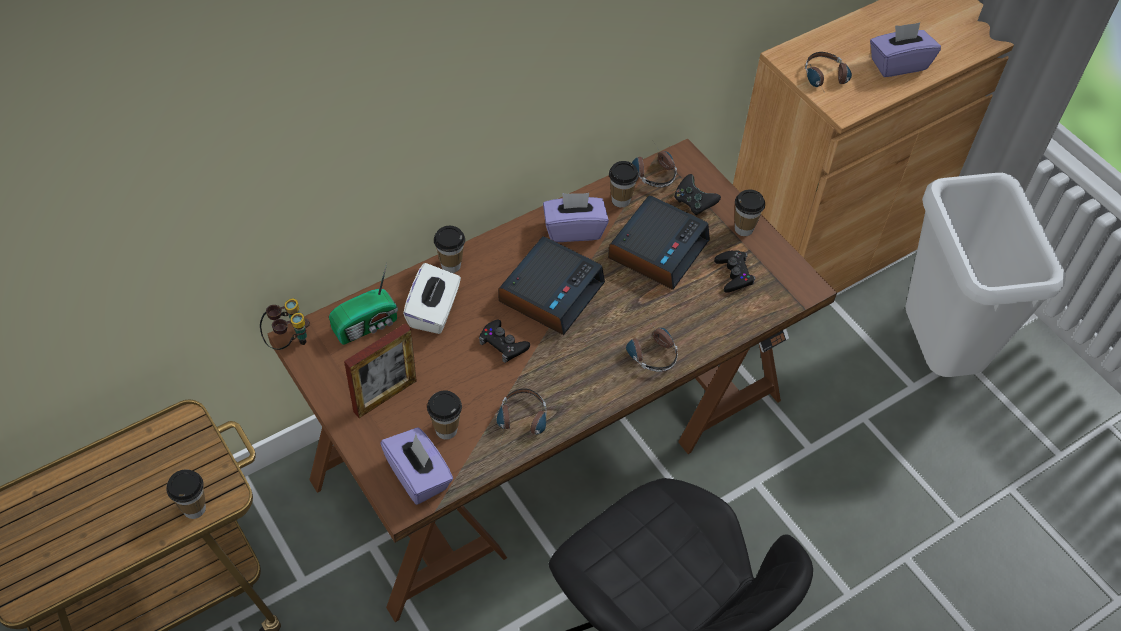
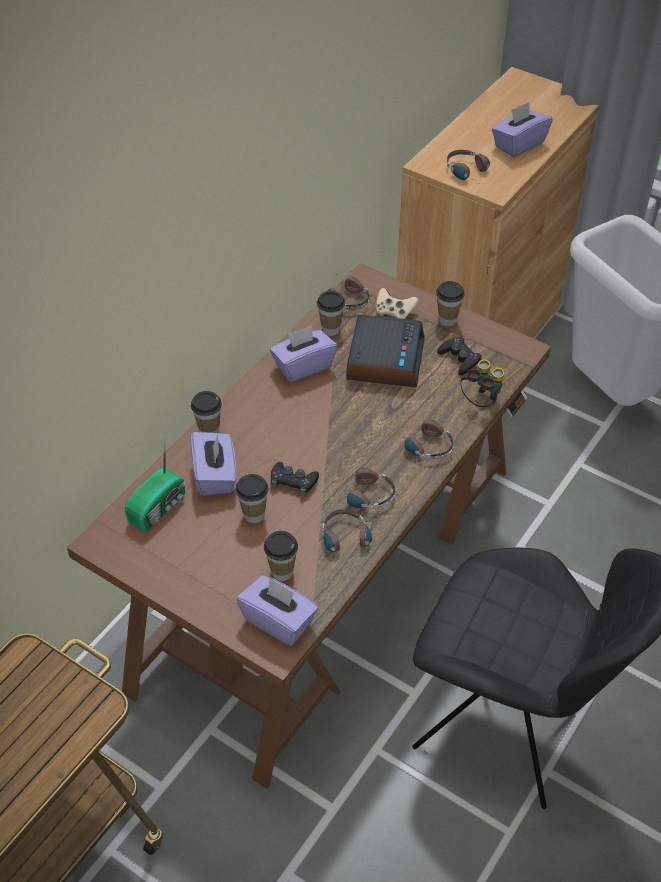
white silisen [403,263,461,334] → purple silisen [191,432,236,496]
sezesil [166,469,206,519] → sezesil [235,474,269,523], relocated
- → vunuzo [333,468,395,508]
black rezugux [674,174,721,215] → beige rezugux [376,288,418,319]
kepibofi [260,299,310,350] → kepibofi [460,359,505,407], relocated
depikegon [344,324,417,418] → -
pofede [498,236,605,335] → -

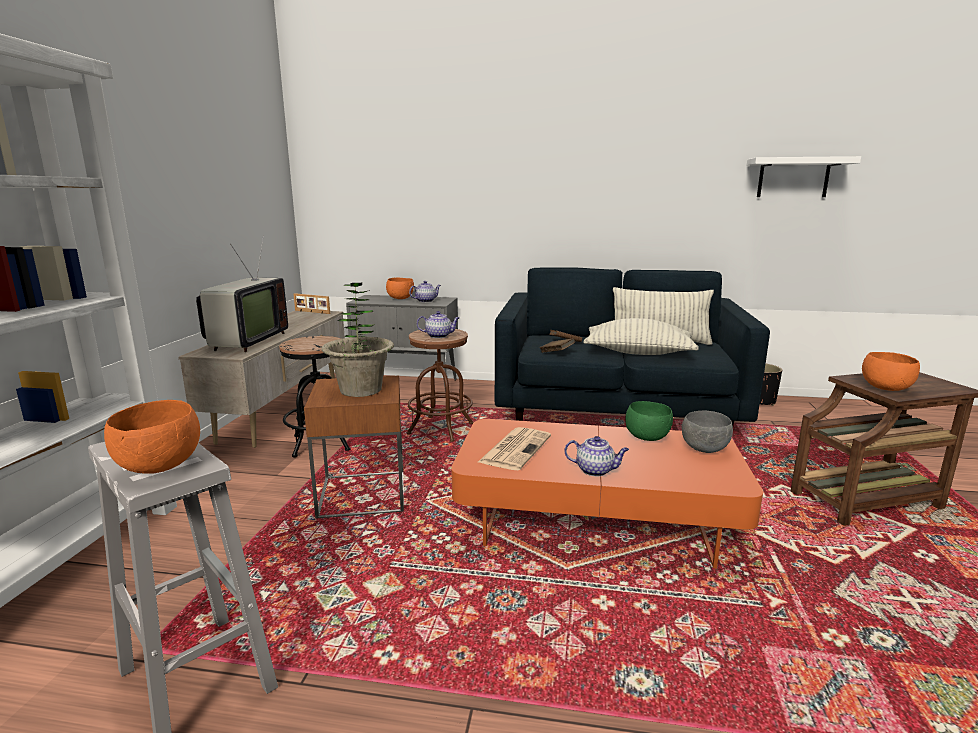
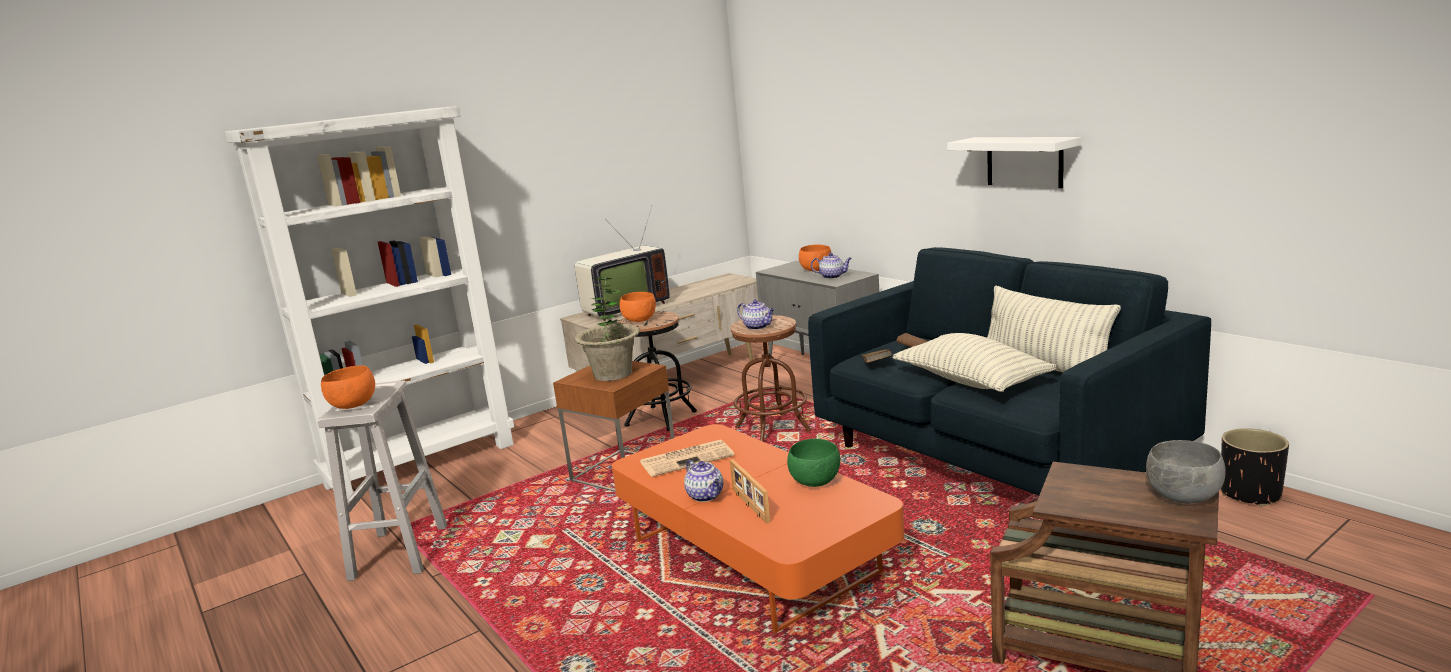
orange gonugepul [862,352,920,391] → orange gonugepul [620,292,656,322], relocated
depikegon [294,293,330,314] → depikegon [730,459,770,524], relocated
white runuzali [747,156,861,197] → white runuzali [947,137,1081,188], relocated
grey gonugepul [682,411,733,453] → grey gonugepul [1146,440,1226,503], relocated

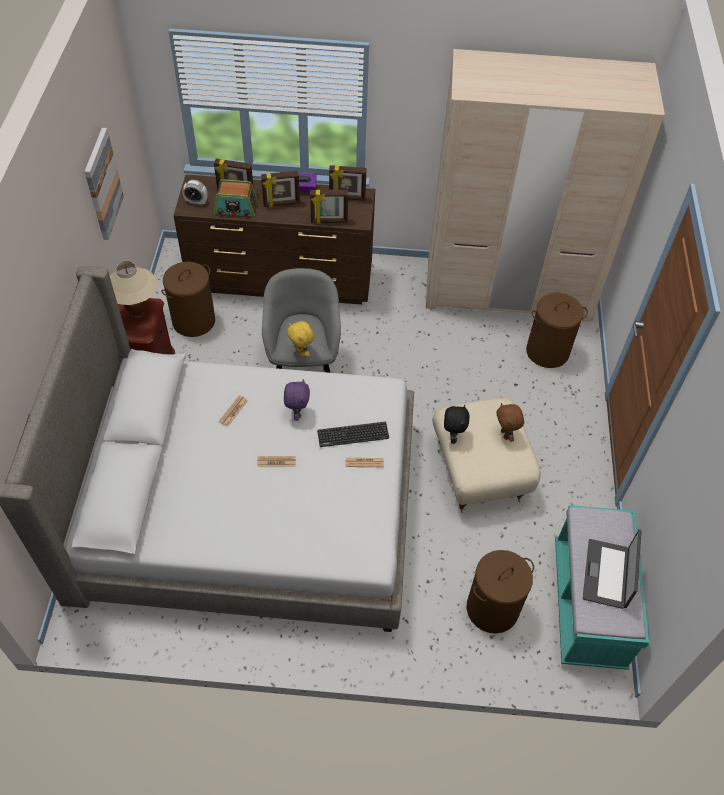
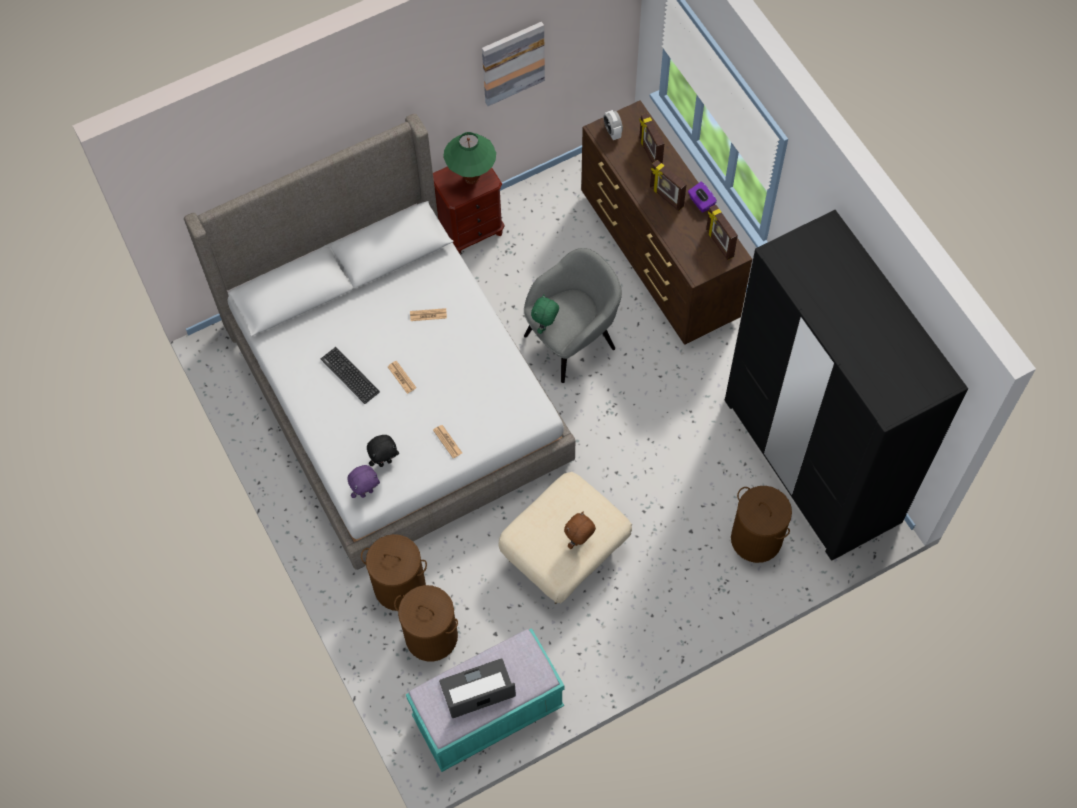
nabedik [317,422,389,447] → nabedik [321,347,380,404], relocated
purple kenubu [284,379,310,421] → purple kenubu [347,465,380,498], relocated
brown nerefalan [161,262,215,337] → brown nerefalan [361,534,427,611], relocated
black kenubu [444,404,470,444] → black kenubu [367,435,399,467], relocated
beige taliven [110,261,157,319] → green taliven [443,132,496,184]
yellow kenubu [287,321,314,357] → green kenubu [531,295,559,334]
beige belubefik [426,49,665,322] → black belubefik [725,210,968,560]
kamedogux [214,179,258,217] → -
depikegon [310,190,348,223] → -

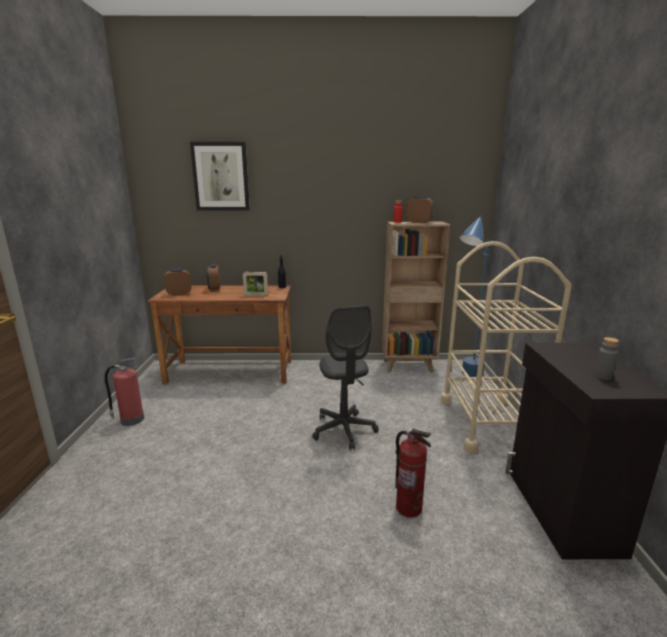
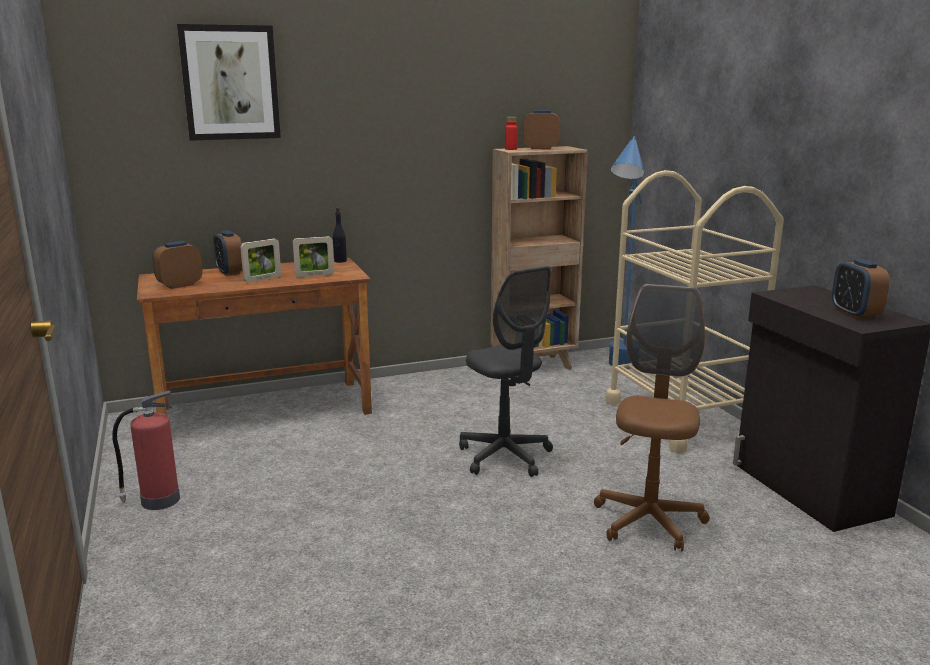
- → depikegon [240,238,281,283]
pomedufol [395,429,431,518] → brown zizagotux [594,284,709,552]
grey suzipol [594,337,619,380] → pofede [832,259,890,319]

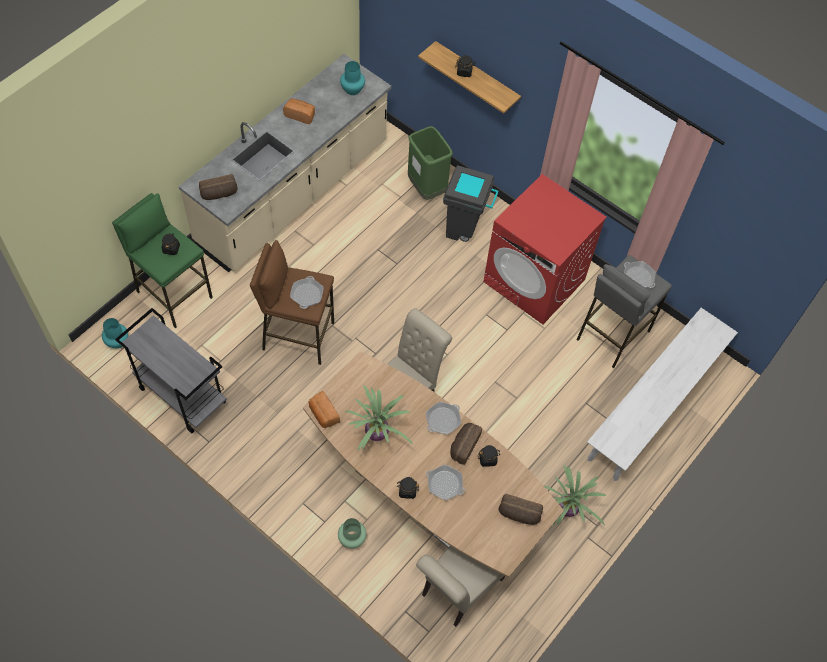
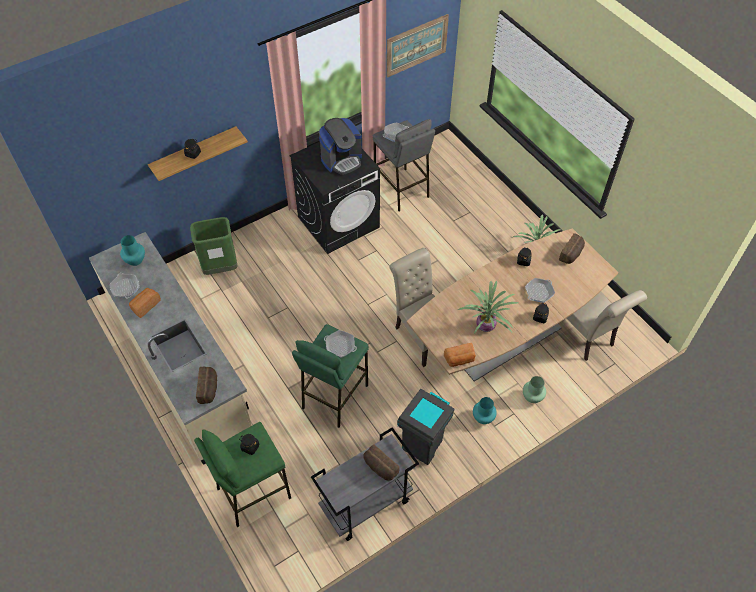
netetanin [426,402,461,435] → netetanin [109,273,140,298], relocated
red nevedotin [483,174,607,324] → black nevedotin [290,142,380,254]
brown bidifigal [250,240,334,365] → green bidifigal [292,324,369,428]
- → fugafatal [319,118,362,175]
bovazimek [450,423,482,465] → bovazimek [363,445,399,481], relocated
- → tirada [386,14,449,78]
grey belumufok [443,165,499,242] → grey belumufok [397,389,454,465], relocated
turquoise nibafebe [102,318,128,348] → turquoise nibafebe [473,397,497,424], relocated
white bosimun [587,308,738,481] → -

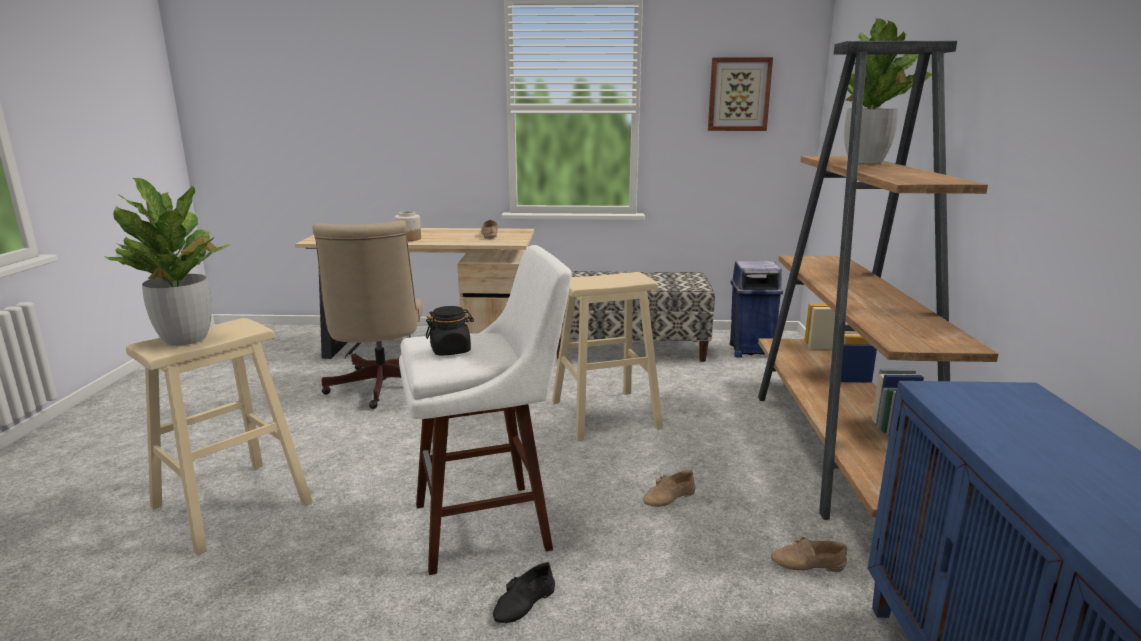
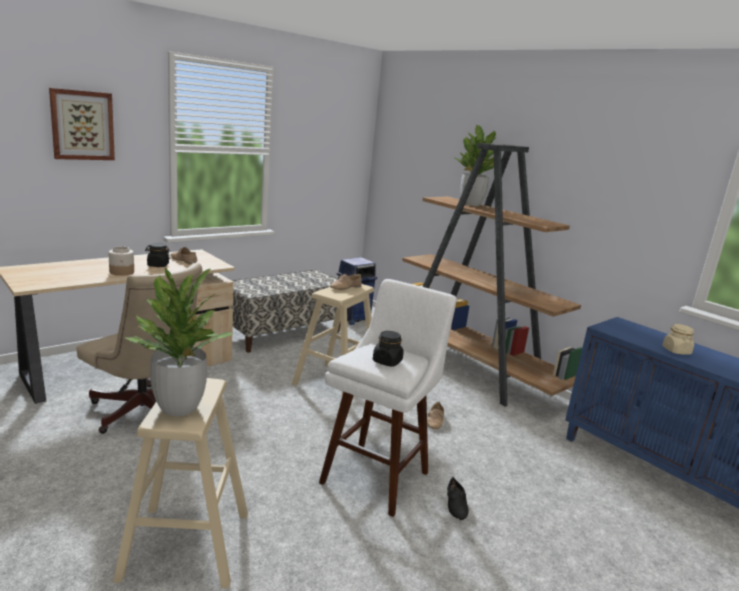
tirada [708,57,773,131] → tirada [49,88,115,160], relocated
- → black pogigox [145,243,171,267]
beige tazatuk [771,537,847,572] → beige tazatuk [330,274,362,290], relocated
- → beige pogigox [662,324,694,355]

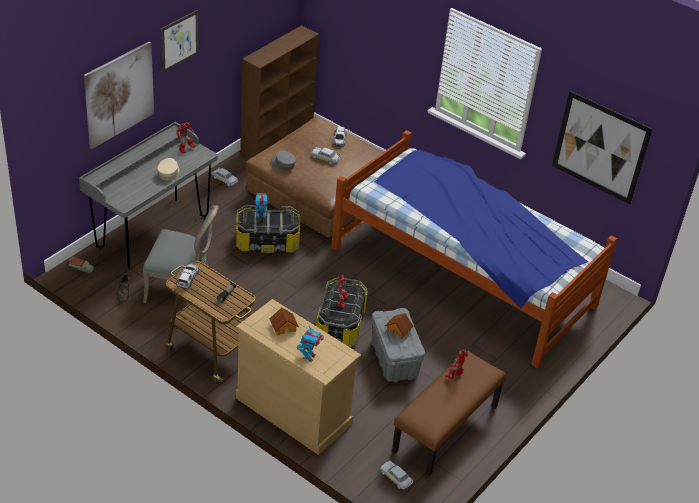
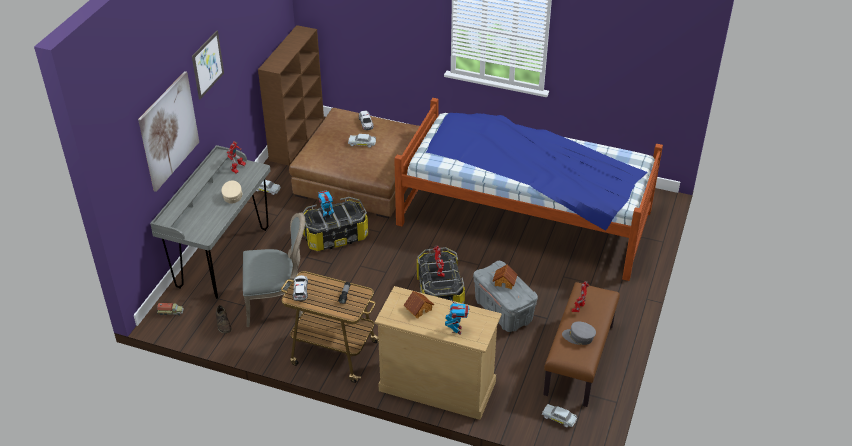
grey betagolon [271,150,296,170] → grey betagolon [562,321,596,345], relocated
tirada [552,91,653,204] → -

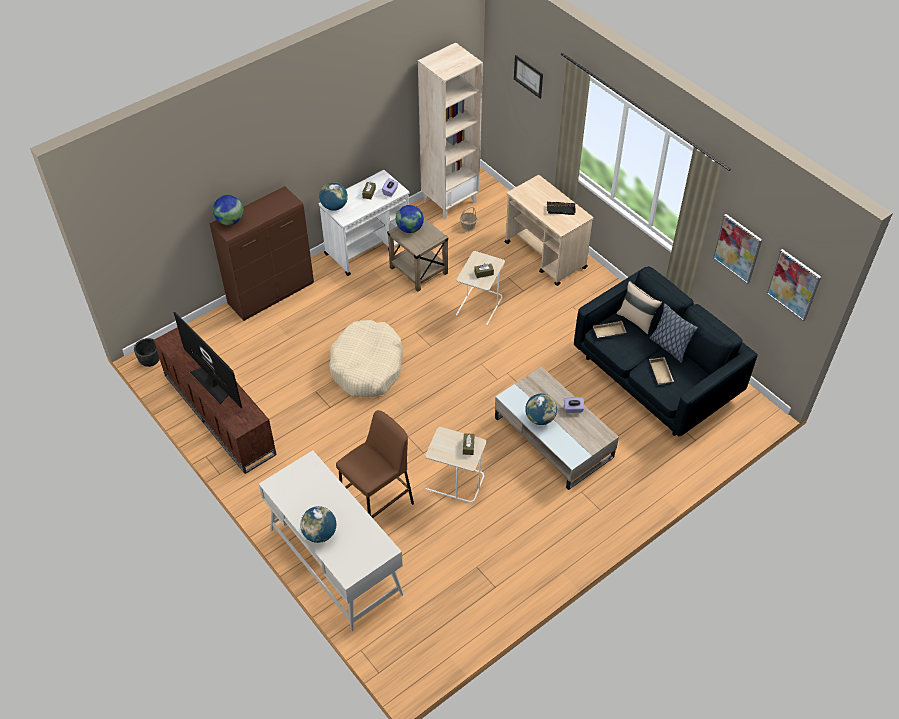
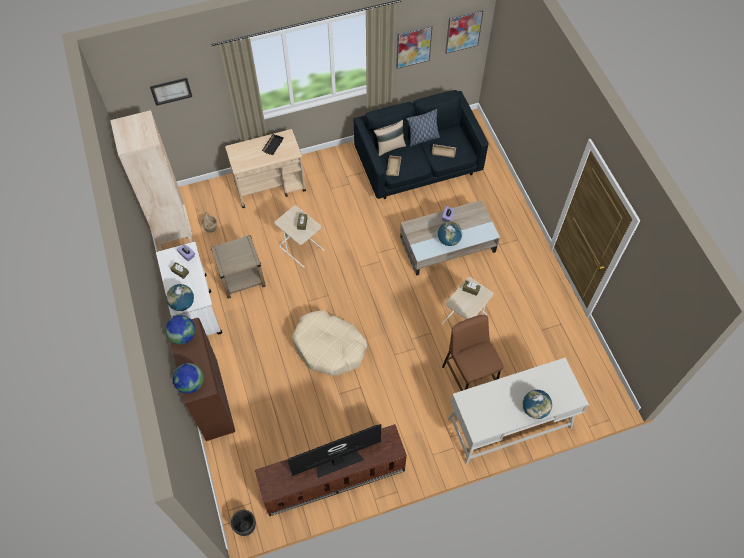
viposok [396,205,424,233] → viposok [165,315,195,345], relocated

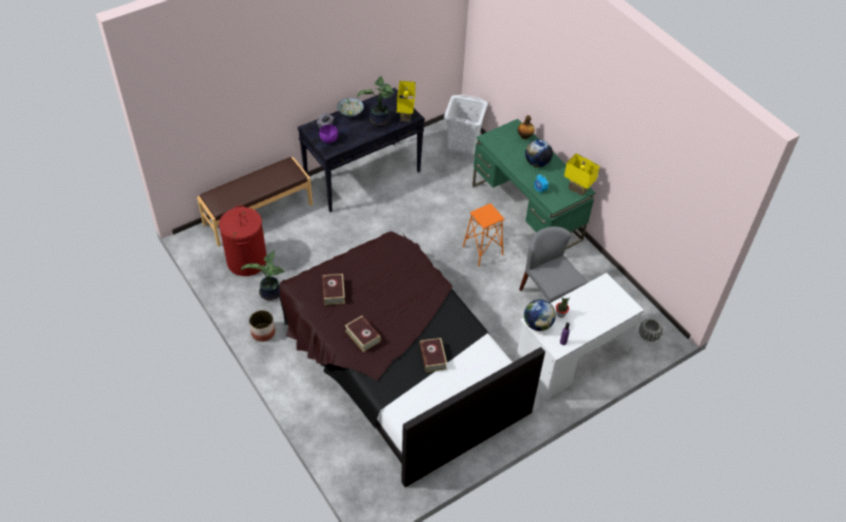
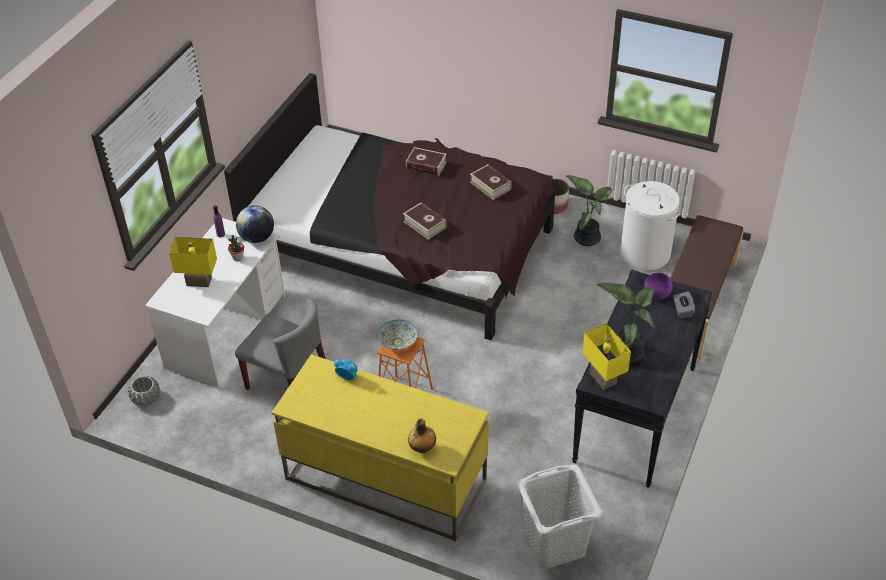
yellow taliven [564,153,600,196] → yellow taliven [169,237,217,287], relocated
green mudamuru [472,119,596,249] → yellow mudamuru [271,354,489,541]
gonugepul [337,98,364,117] → gonugepul [377,320,418,350], relocated
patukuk [420,338,447,372] → patukuk [403,203,447,240], relocated
red nerefalan [219,205,267,276] → white nerefalan [620,181,681,270]
viposok [525,139,553,167] → -

